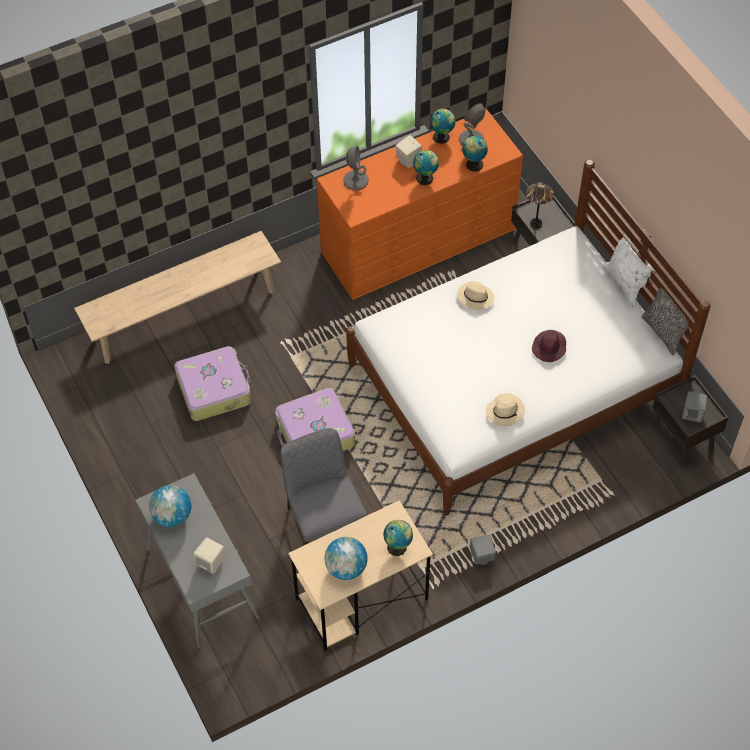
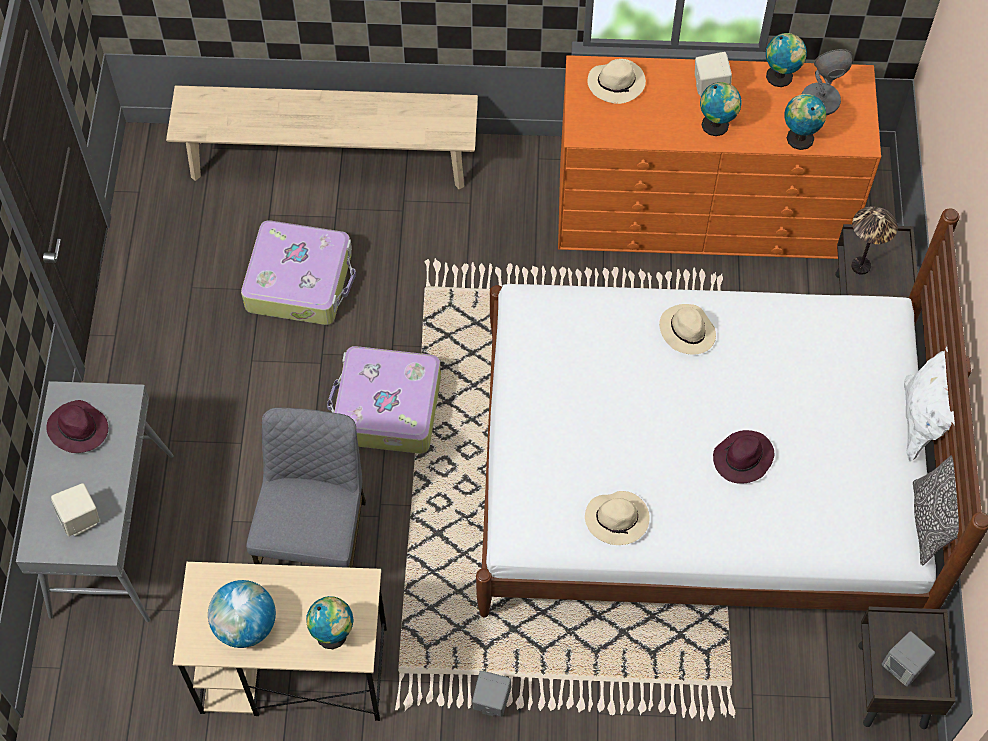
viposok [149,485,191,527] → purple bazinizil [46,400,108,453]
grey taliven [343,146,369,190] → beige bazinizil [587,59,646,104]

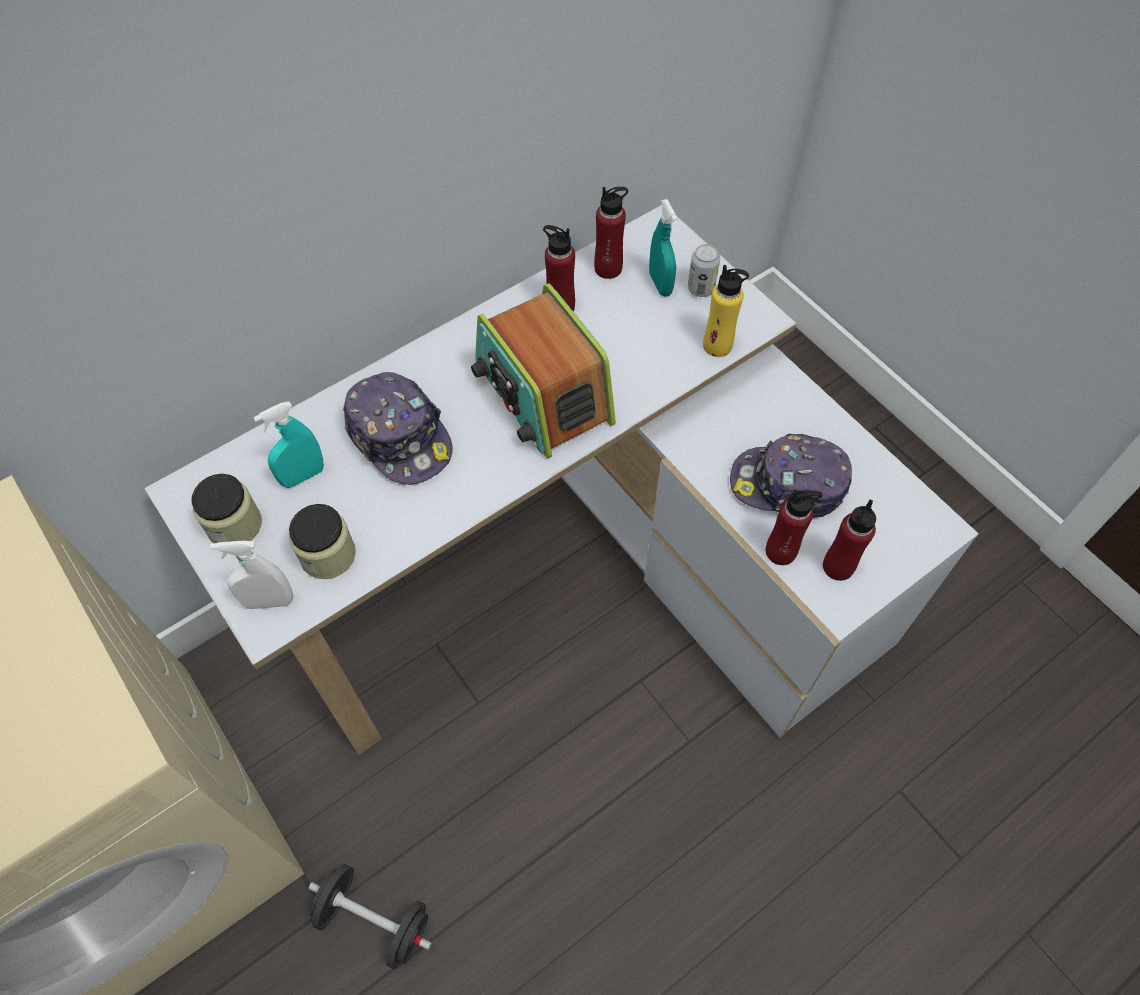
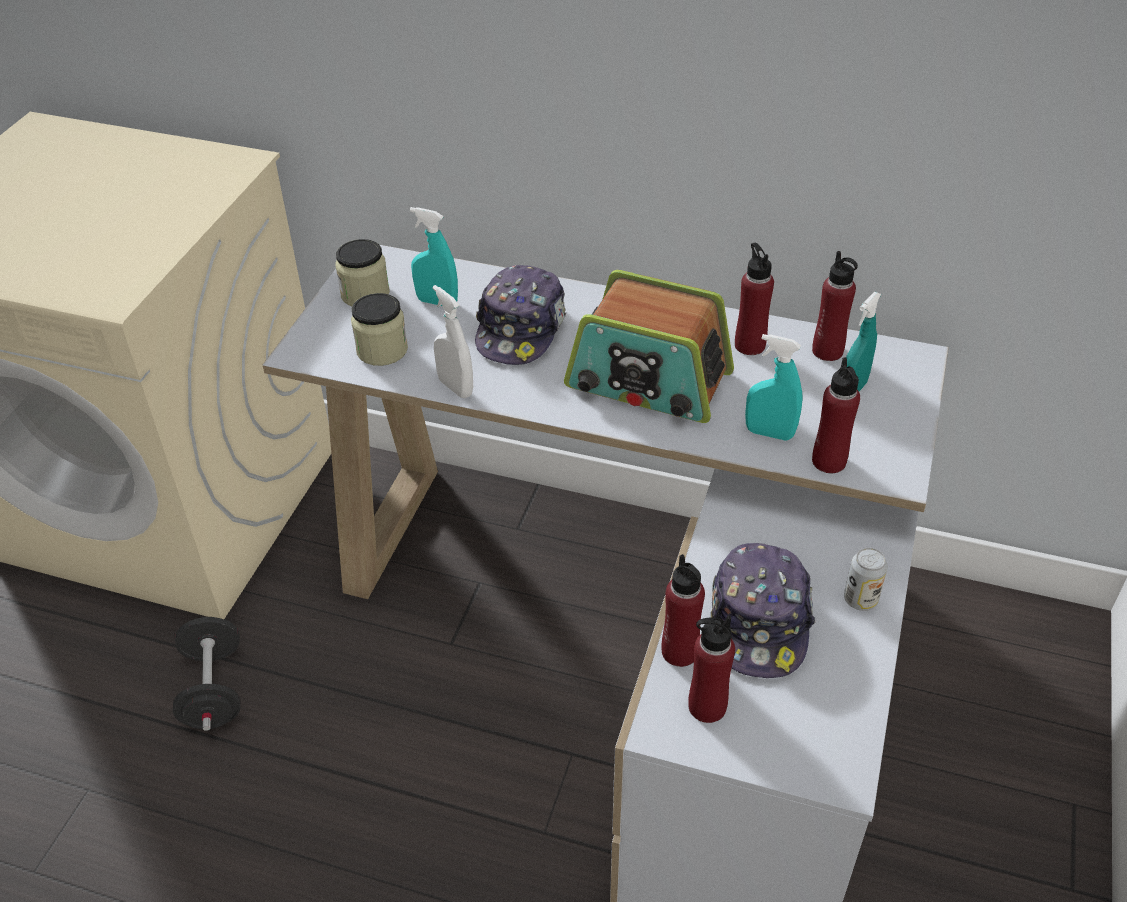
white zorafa [210,541,293,609] → white zorafa [432,285,473,398], relocated
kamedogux [471,284,616,459] → kamedogux [564,270,734,423], 90 degrees counterclockwise
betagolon [730,433,852,518] → betagolon [710,543,816,678], 150 degrees counterclockwise
- → turquoise zorafa [745,334,803,441]
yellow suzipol [703,265,749,357] → red suzipol [812,357,860,473]
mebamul [688,244,720,297] → mebamul [844,547,888,611], relocated

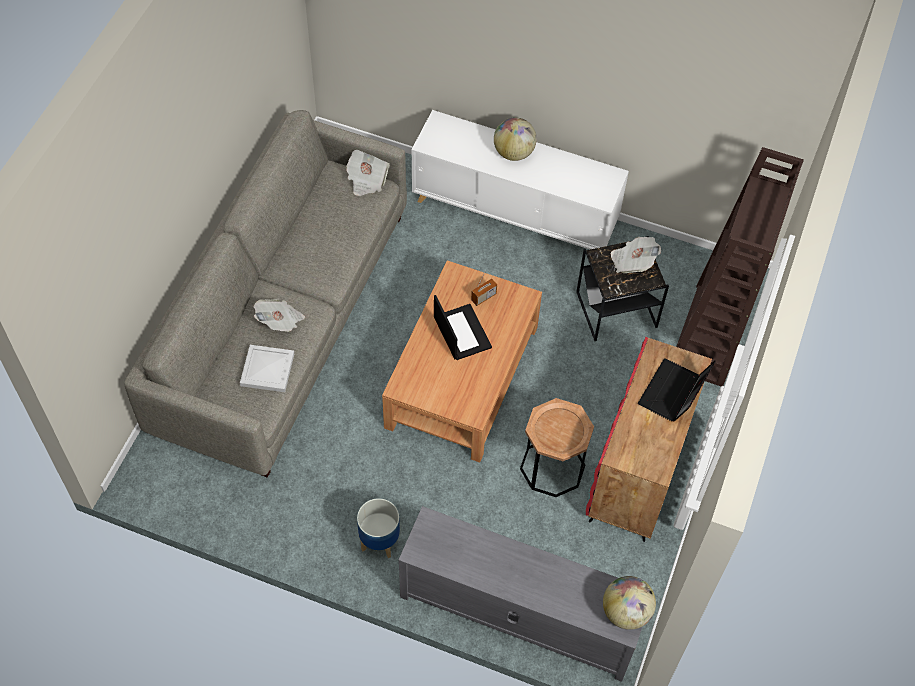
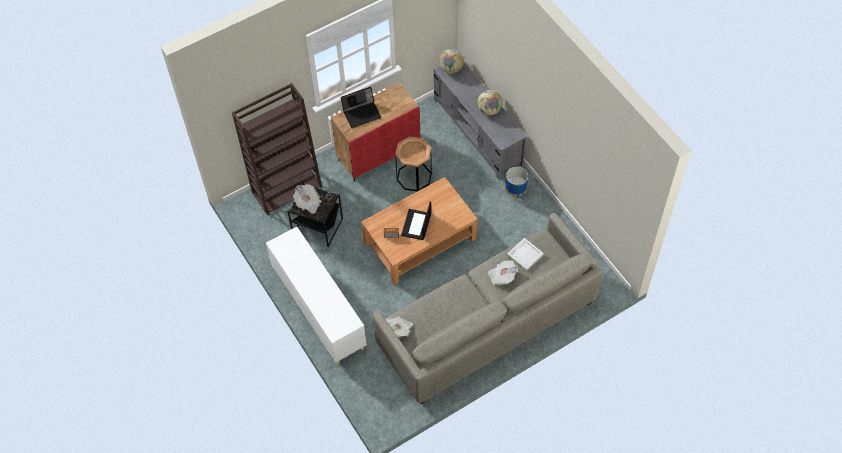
viposok [494,117,537,161] → viposok [477,90,503,115], relocated

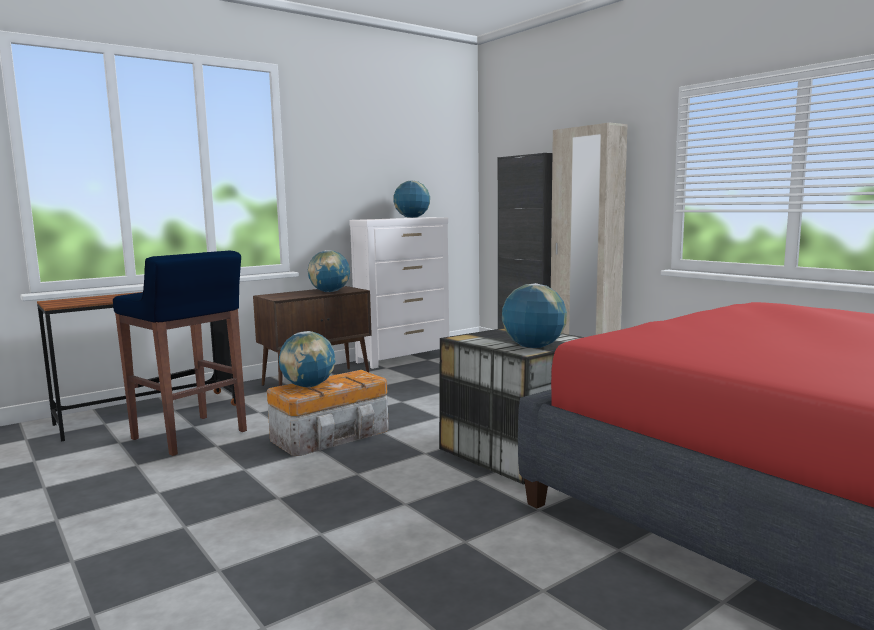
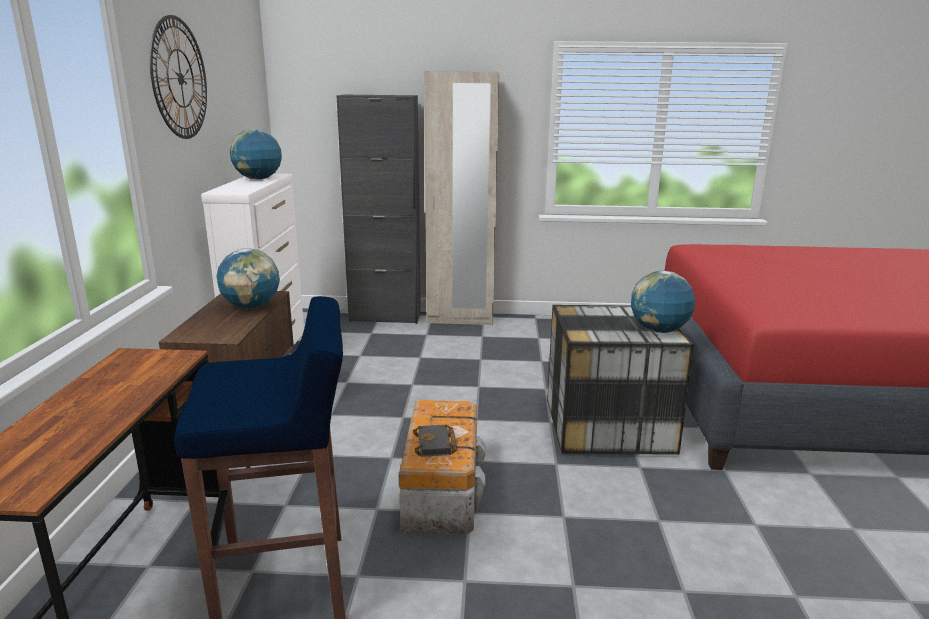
- → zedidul [150,15,207,139]
viposok [279,331,335,387] → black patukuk [413,425,457,457]

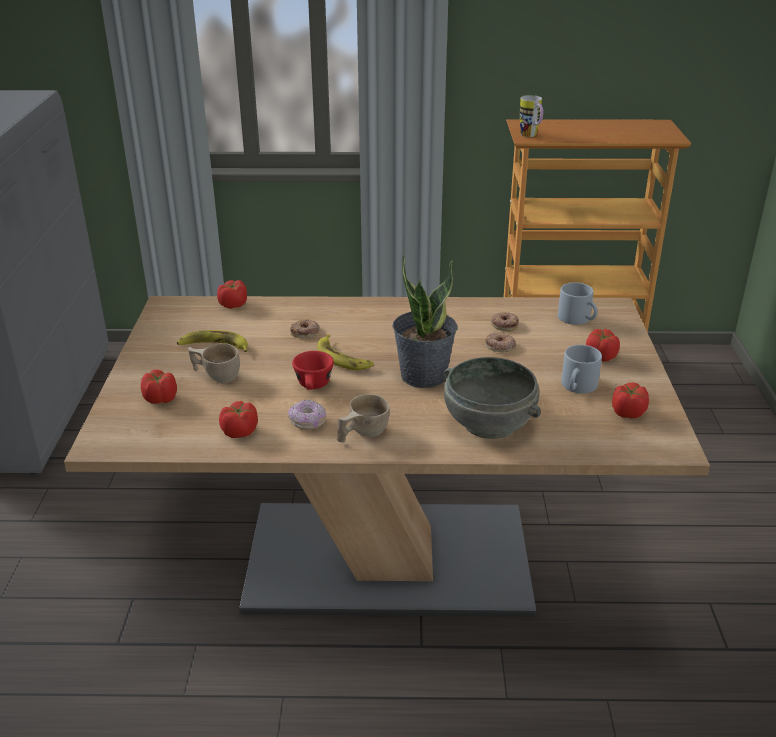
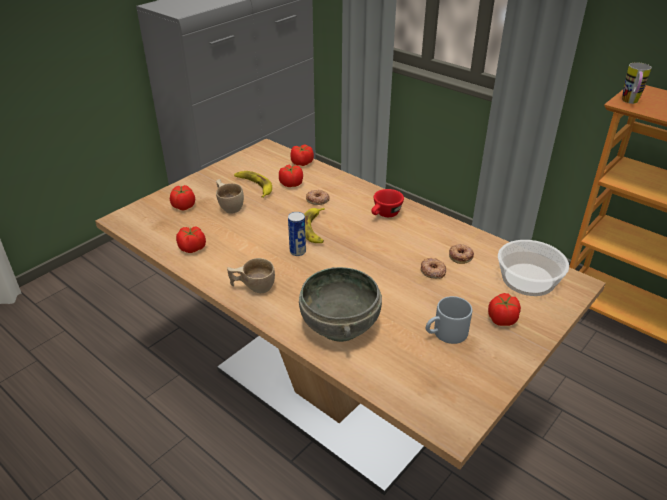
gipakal [612,382,649,419] → gipakal [279,165,303,187], relocated
- → mebamul [288,212,306,256]
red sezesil [292,351,334,390] → red sezesil [371,189,404,217], relocated
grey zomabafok [558,282,598,325] → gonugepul [498,240,569,296]
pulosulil [288,400,326,430] → -
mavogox [392,254,457,388] → -

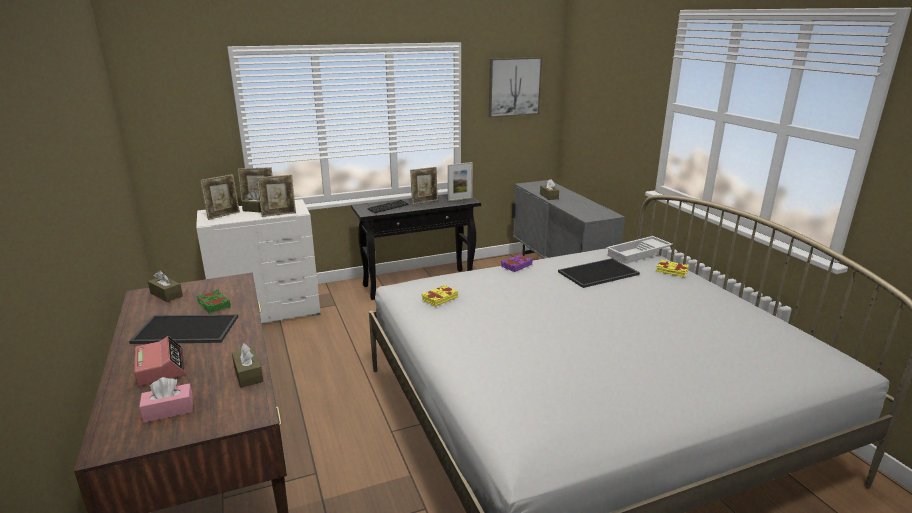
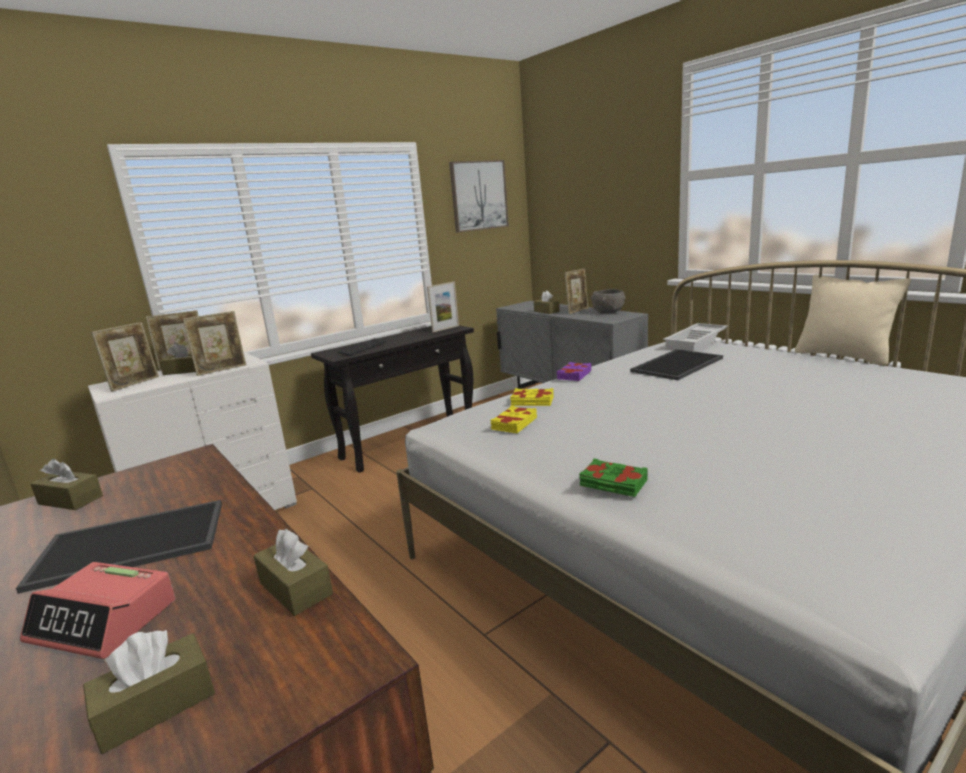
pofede [134,336,186,386] → pofede [20,562,176,659], 150 degrees clockwise
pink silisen [139,377,193,423] → brown silisen [83,630,215,754]
yellow patukuk [656,260,689,277] → yellow patukuk [510,388,554,406], relocated
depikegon [410,167,438,204] → depikegon [565,268,588,314], relocated
green patukuk [197,289,231,313] → green patukuk [579,459,648,497], relocated
- → grey gonugepul [591,289,625,314]
- → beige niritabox [795,274,911,366]

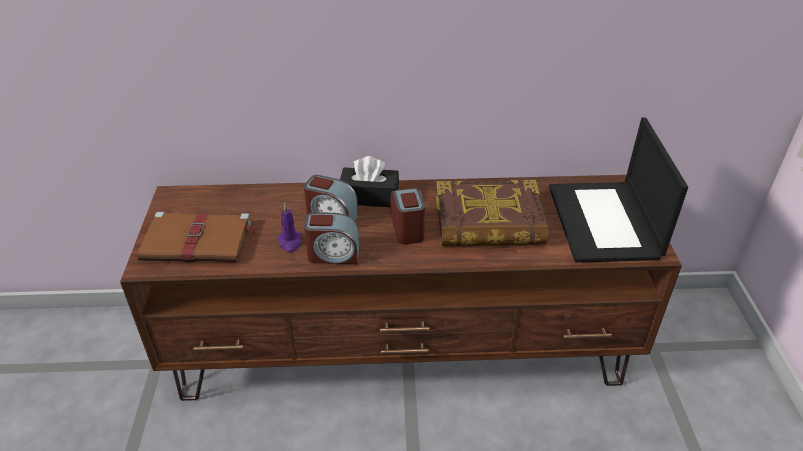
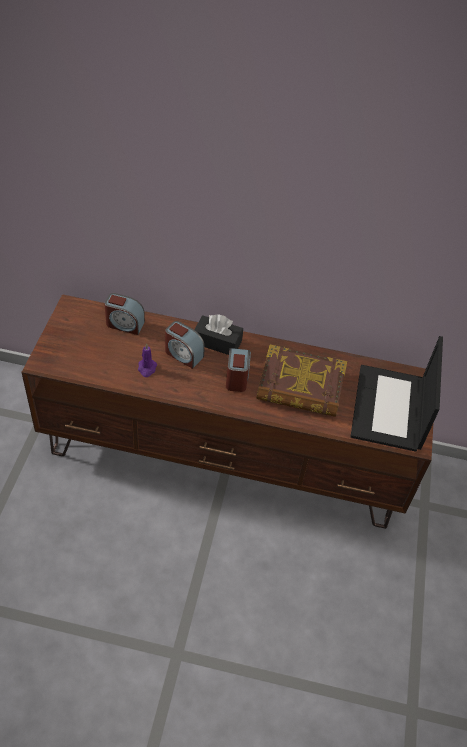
pofede [304,212,359,264] → pofede [104,293,145,335], relocated
brown patukuk [137,212,256,262] → -

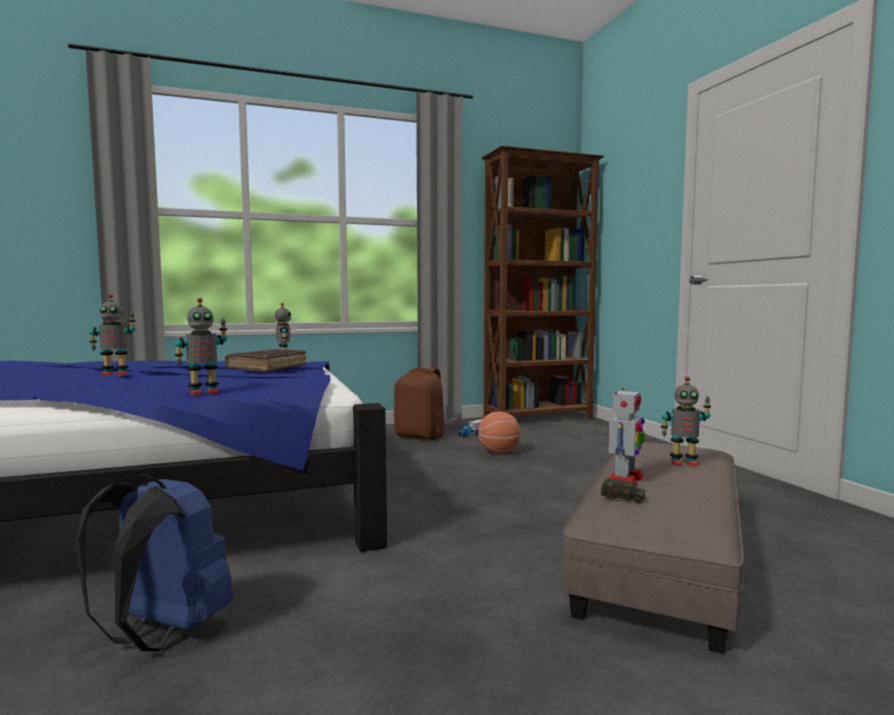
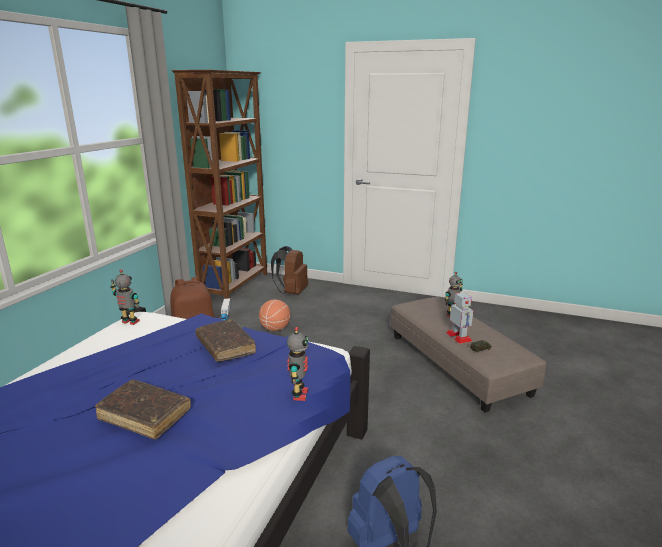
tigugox [89,294,136,376] → brown patukuk [95,380,191,439]
- → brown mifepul [271,246,308,294]

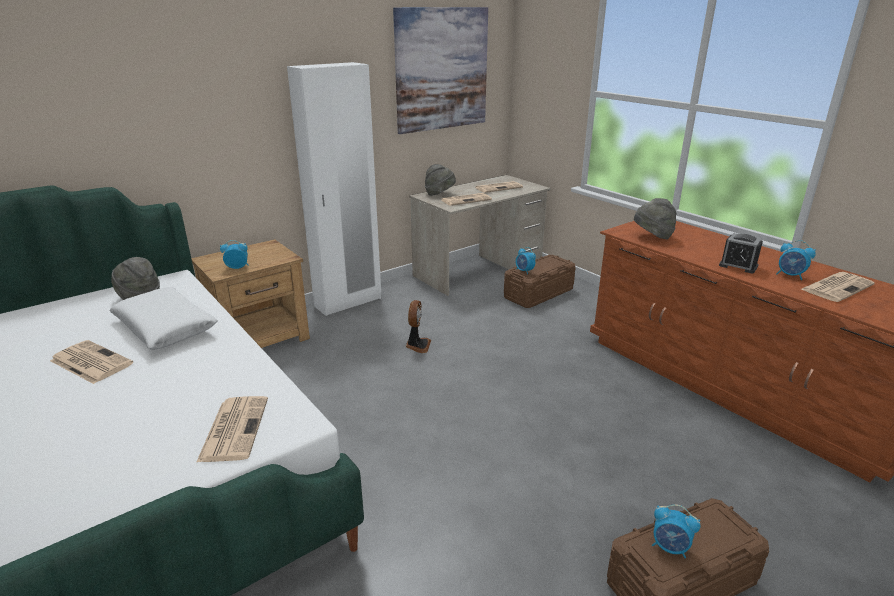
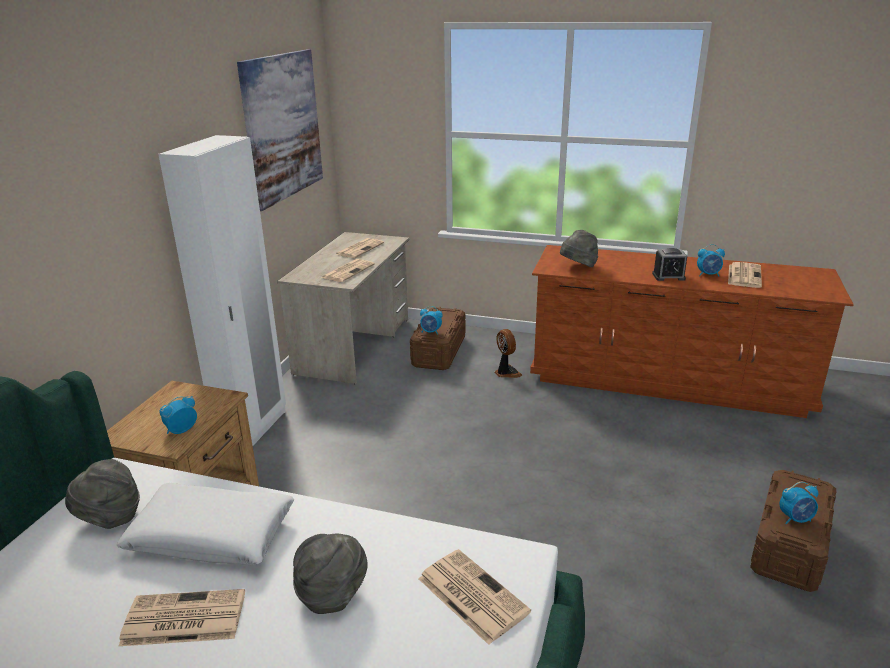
grey bazinizil [425,164,456,196] → grey bazinizil [293,534,368,614], relocated
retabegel [405,300,431,353] → retabegel [494,329,522,378], relocated

